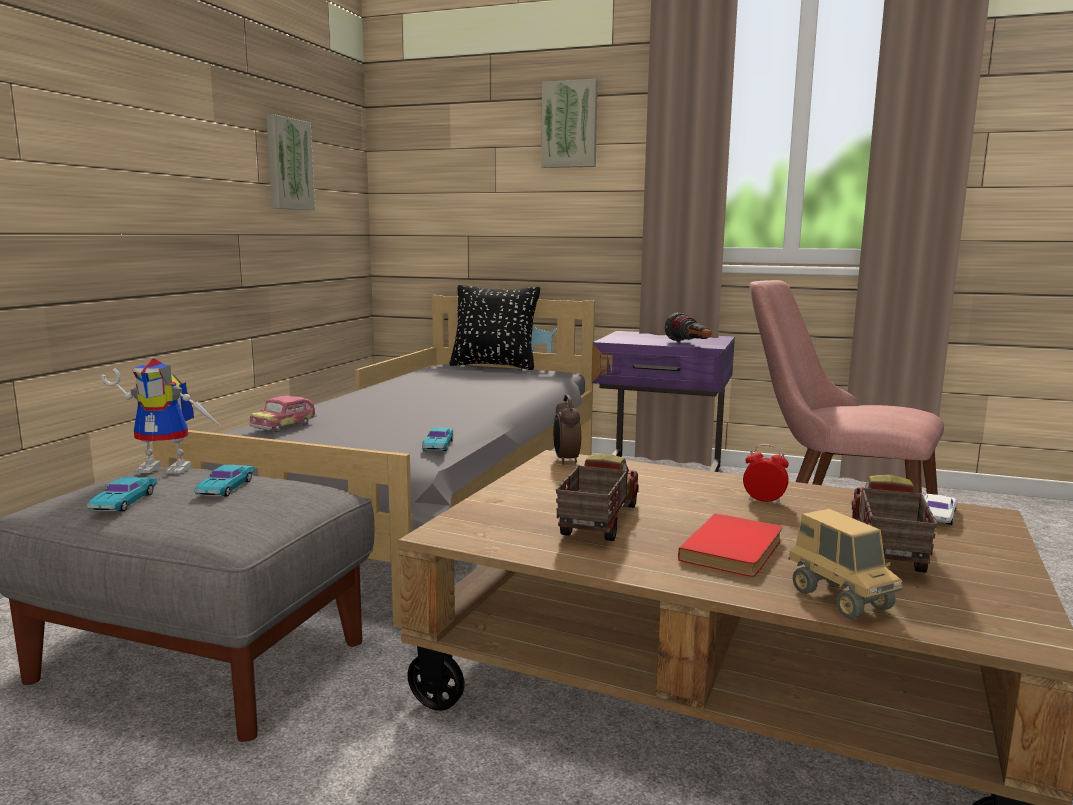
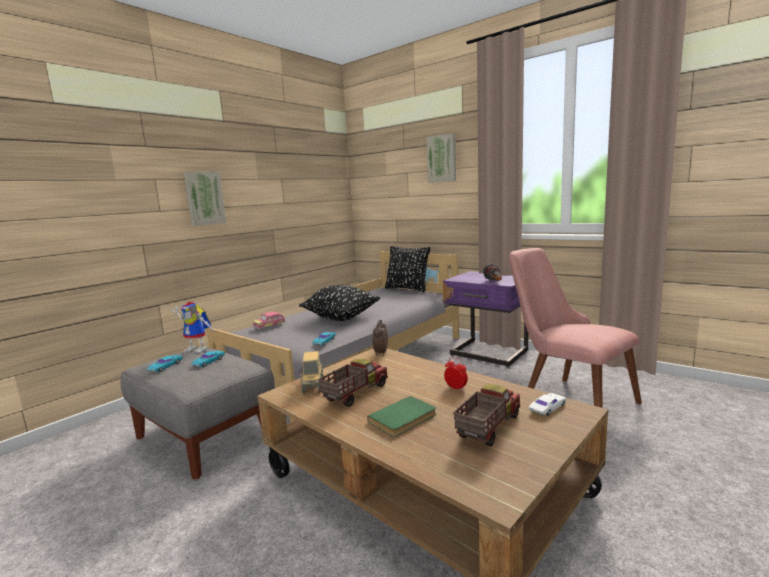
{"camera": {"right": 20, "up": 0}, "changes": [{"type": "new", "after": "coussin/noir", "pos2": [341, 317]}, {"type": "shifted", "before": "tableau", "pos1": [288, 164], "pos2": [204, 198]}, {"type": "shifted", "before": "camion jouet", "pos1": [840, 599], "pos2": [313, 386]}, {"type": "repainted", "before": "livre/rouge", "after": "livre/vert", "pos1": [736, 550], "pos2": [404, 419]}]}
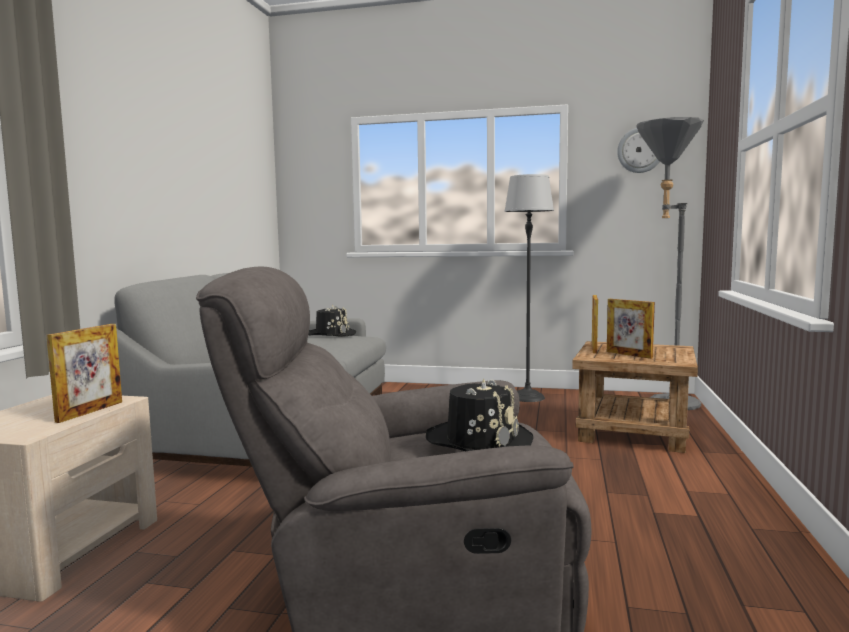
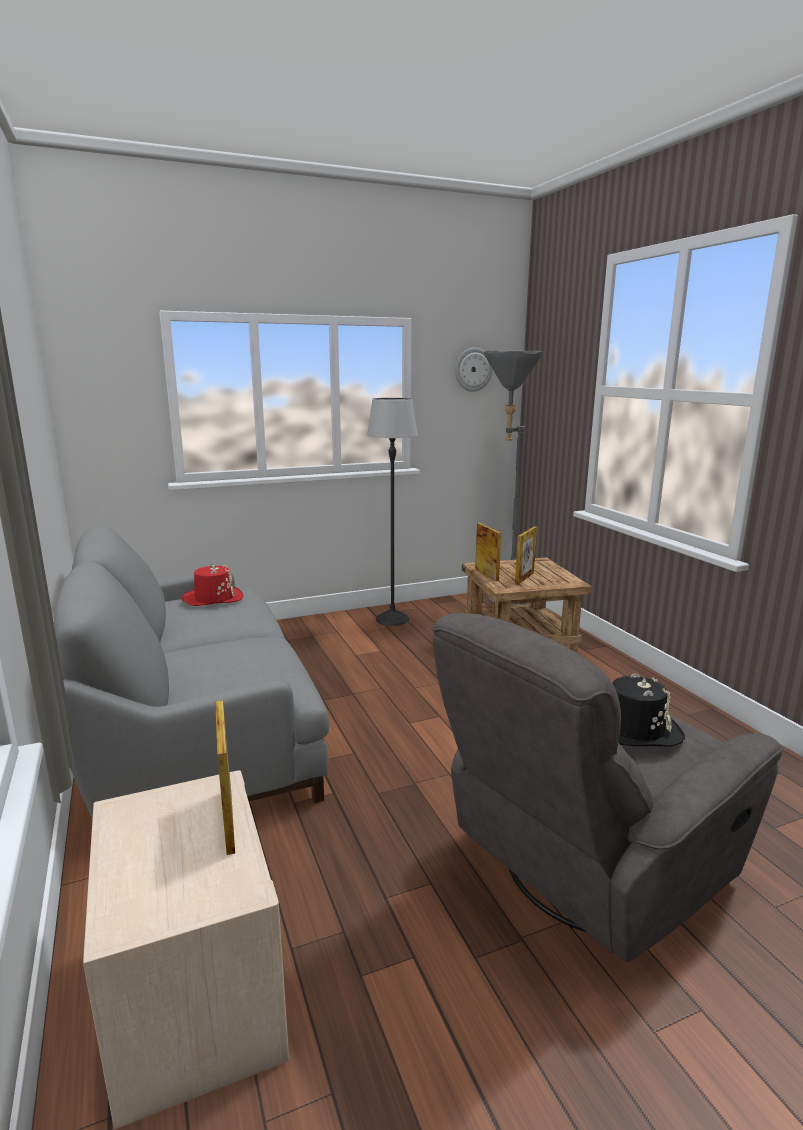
{"camera": {"right": -35, "up": 10}, "changes": [{"type": "repainted", "before": "chapeau/noir", "after": "chapeau/rouge", "pos1": [331, 334], "pos2": [213, 598]}, {"type": "rotated", "before": "cadre photo", "pos1": [629, 354], "pos2": [524, 578], "turn": -75}]}
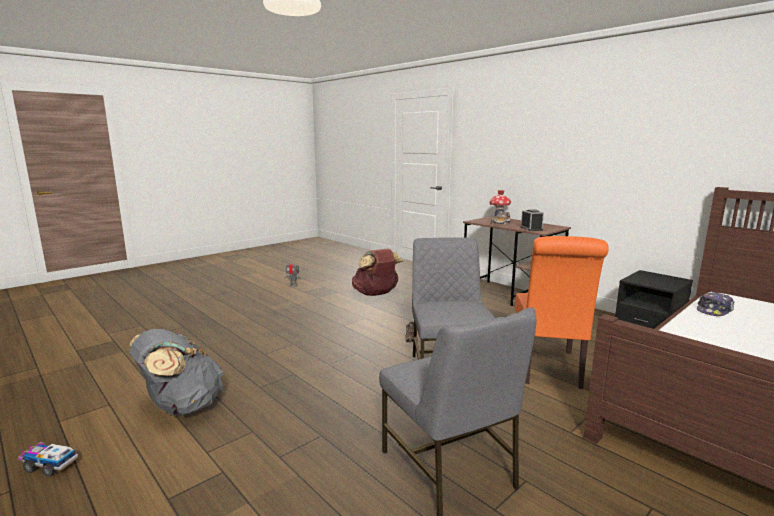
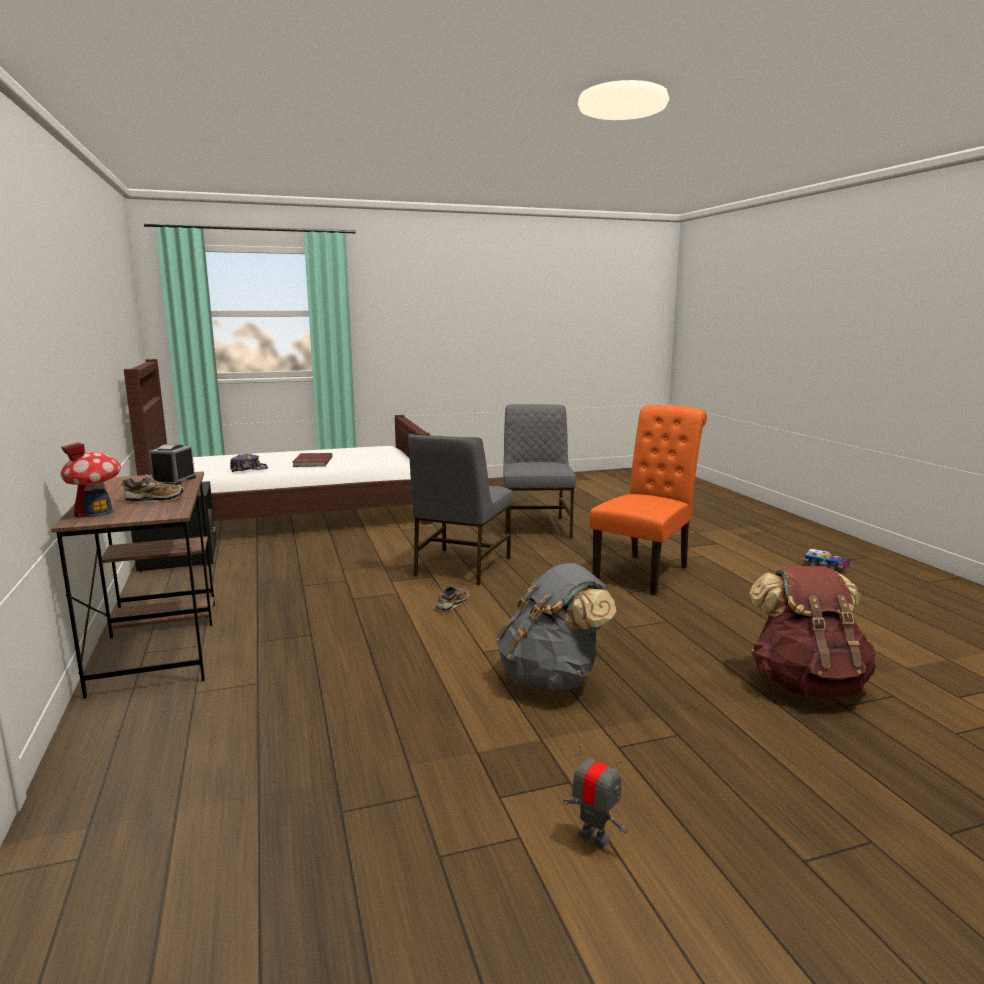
{"camera": {"right": -155, "up": 0}, "changes": [{"type": "new", "after": "livre/rouge", "pos2": [312, 462]}, {"type": "shifted", "before": "sac à dos/gris", "pos1": [182, 407], "pos2": [552, 679]}, {"type": "shifted", "before": "sac à dos/marron", "pos1": [376, 294], "pos2": [806, 684]}, {"type": "shifted", "before": "chaise/orange", "pos1": [548, 369], "pos2": [645, 571]}]}
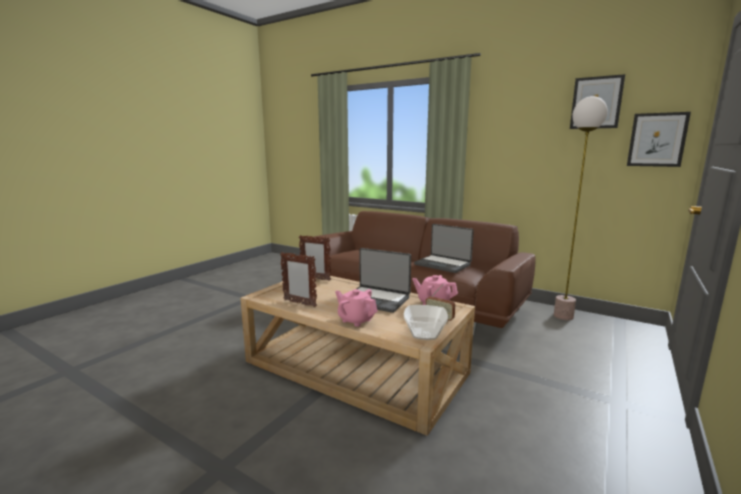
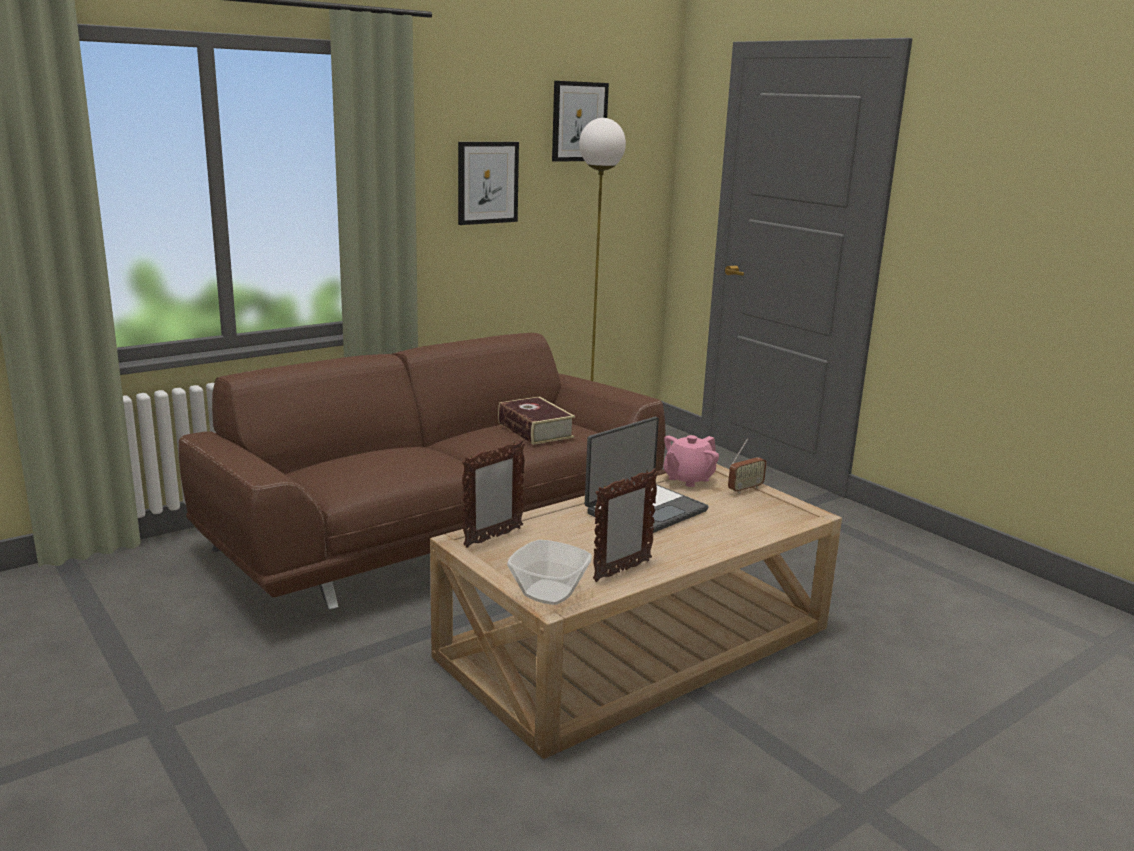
{"camera": {"right": -70, "up": 5}, "changes": [{"type": "gone", "before": "théière/rose", "pos1": [356, 320]}, {"type": "shifted", "before": "bol", "pos1": [424, 334], "pos2": [547, 593]}, {"type": "shifted", "before": "tableau", "pos1": [657, 140], "pos2": [487, 182]}, {"type": "swapped", "before": "ordinateur portable", "after": "livre", "pos1": [443, 264], "pos2": [535, 430]}]}
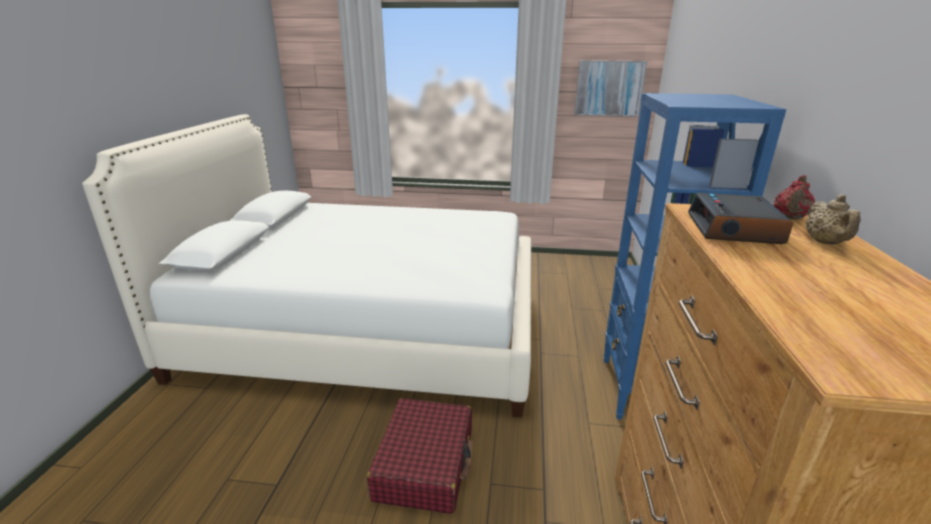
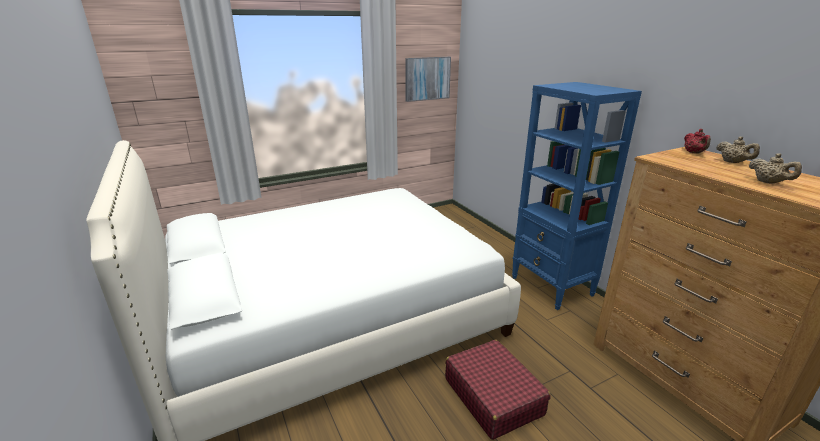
{"camera": {"right": -35, "up": 0}, "changes": [{"type": "gone", "before": "réveil", "pos1": [734, 229]}, {"type": "new", "after": "théière/beige", "pos2": [768, 182]}]}
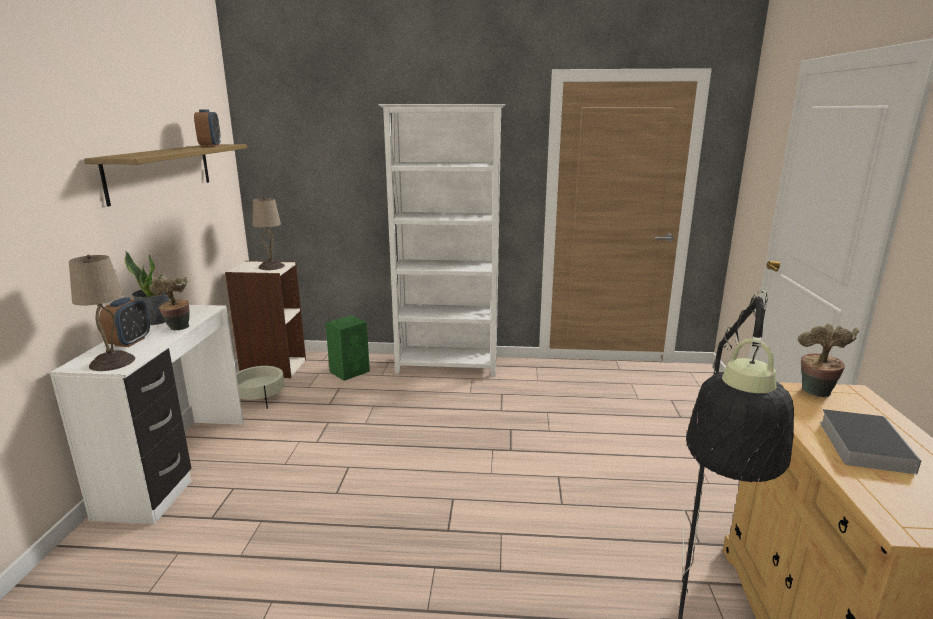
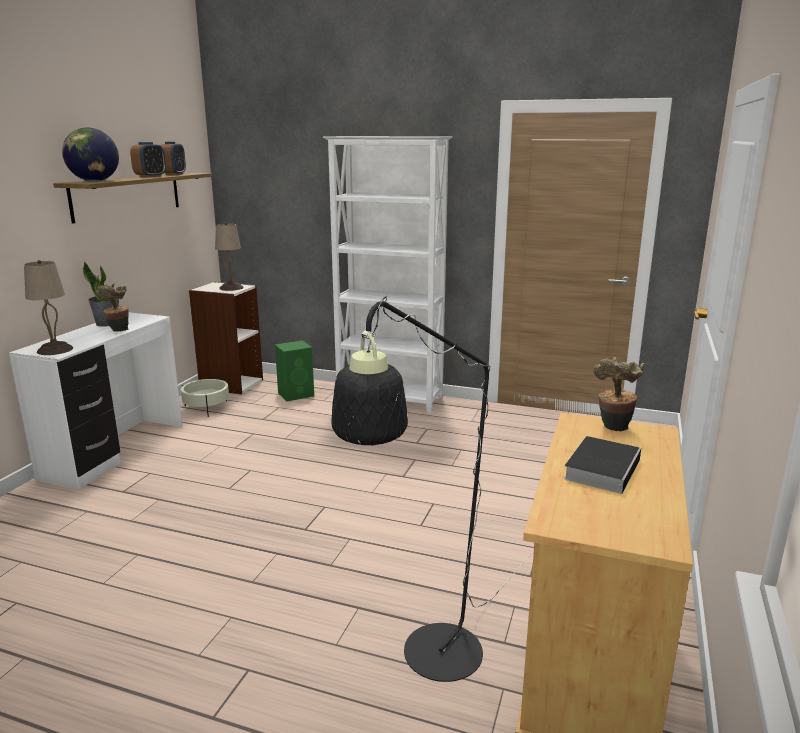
{"camera": {"right": 15, "up": 0}, "changes": [{"type": "new", "after": "globe", "pos2": [95, 181]}, {"type": "shifted", "before": "réveil", "pos1": [130, 342], "pos2": [150, 176]}]}
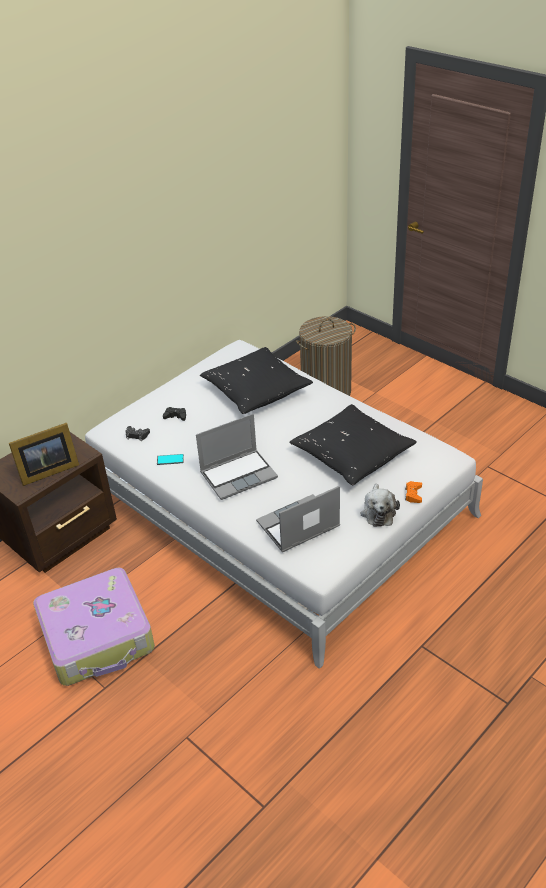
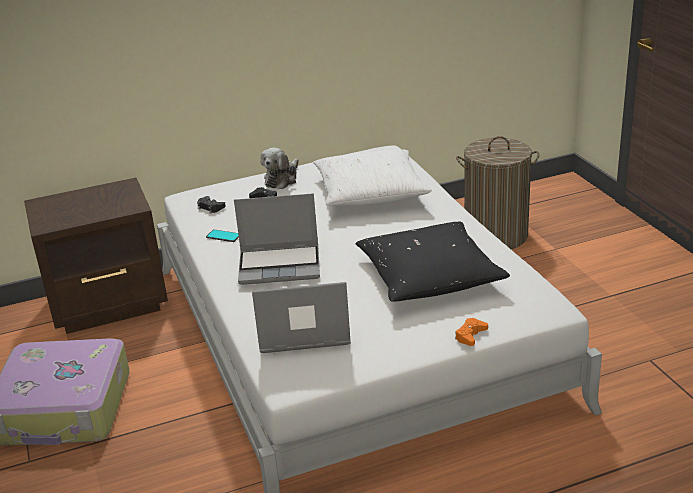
{"camera": {"right": 25, "up": -10}, "changes": [{"type": "gone", "before": "cadre photo", "pos1": [47, 471]}, {"type": "shifted", "before": "peluche", "pos1": [378, 511], "pos2": [282, 179]}, {"type": "repainted", "before": "coussin/noir", "after": "coussin/blanc", "pos1": [256, 390], "pos2": [370, 192]}]}
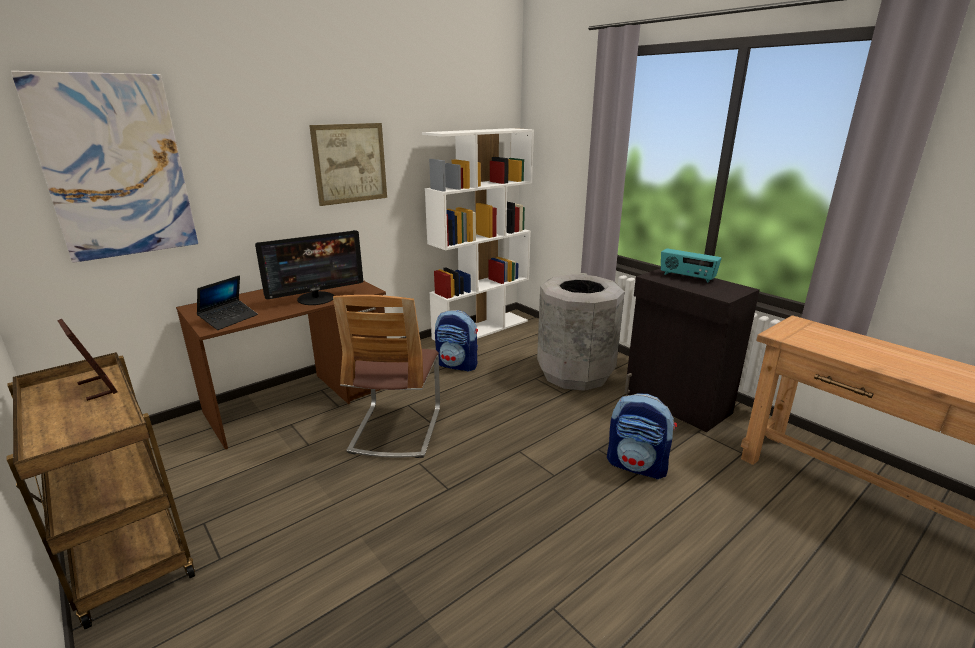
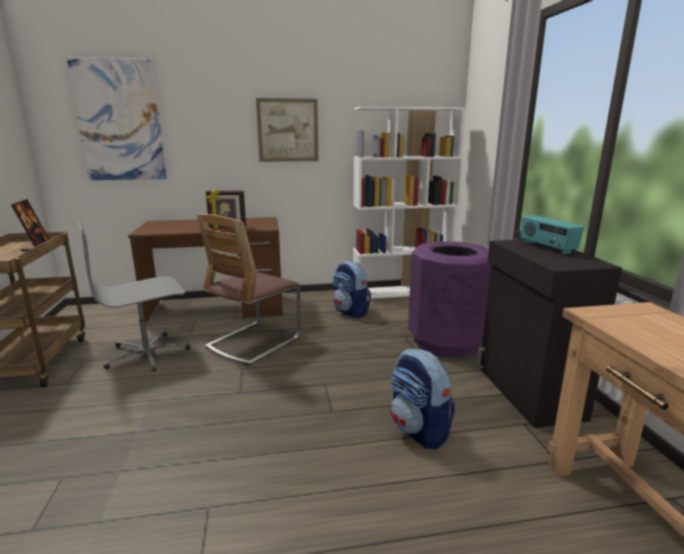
{"camera": {"right": 30, "up": -5}, "changes": [{"type": "gone", "before": "ordinateur portable", "pos1": [229, 319]}, {"type": "new", "after": "chaise de bureau/gris", "pos2": [147, 353]}, {"type": "swapped", "before": "écran d'ordinateur", "after": "cadre photo", "pos1": [316, 298], "pos2": [227, 227]}, {"type": "repainted", "before": "poubelle/gris", "after": "poubelle/violet", "pos1": [575, 374], "pos2": [447, 342]}]}
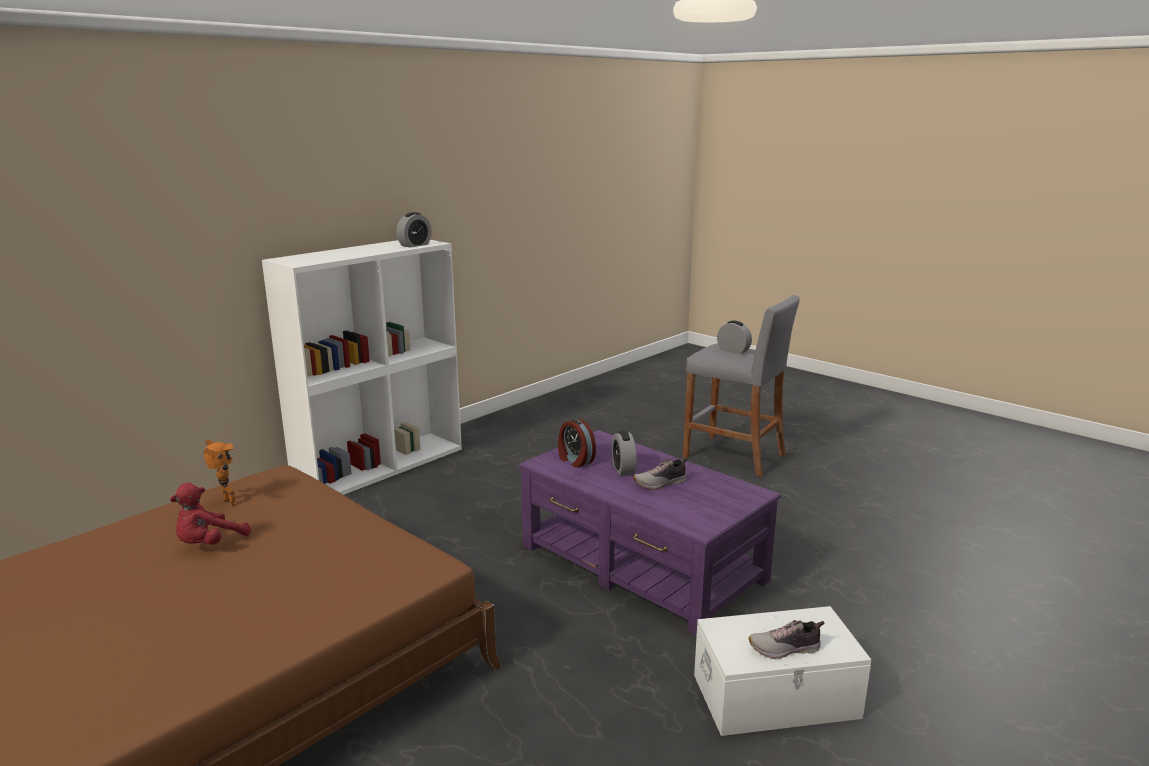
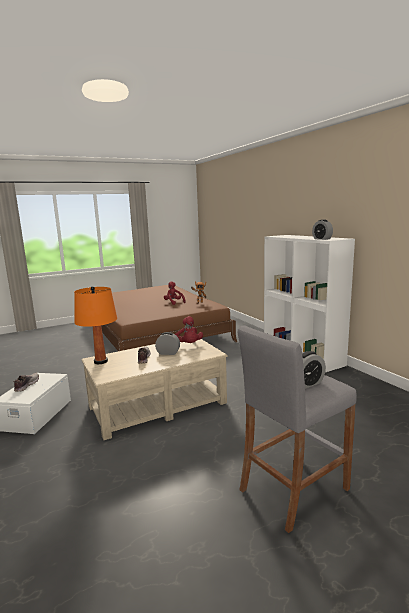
{"camera": {"right": 110, "up": -5}, "changes": [{"type": "new", "after": "lampe de table/orange", "pos2": [101, 361]}, {"type": "swapped", "before": "réveil", "after": "peluche/rouge", "pos1": [575, 460], "pos2": [188, 345]}, {"type": "repainted", "before": "table basse/violet", "after": "table basse/beige", "pos1": [642, 563], "pos2": [156, 405]}]}
